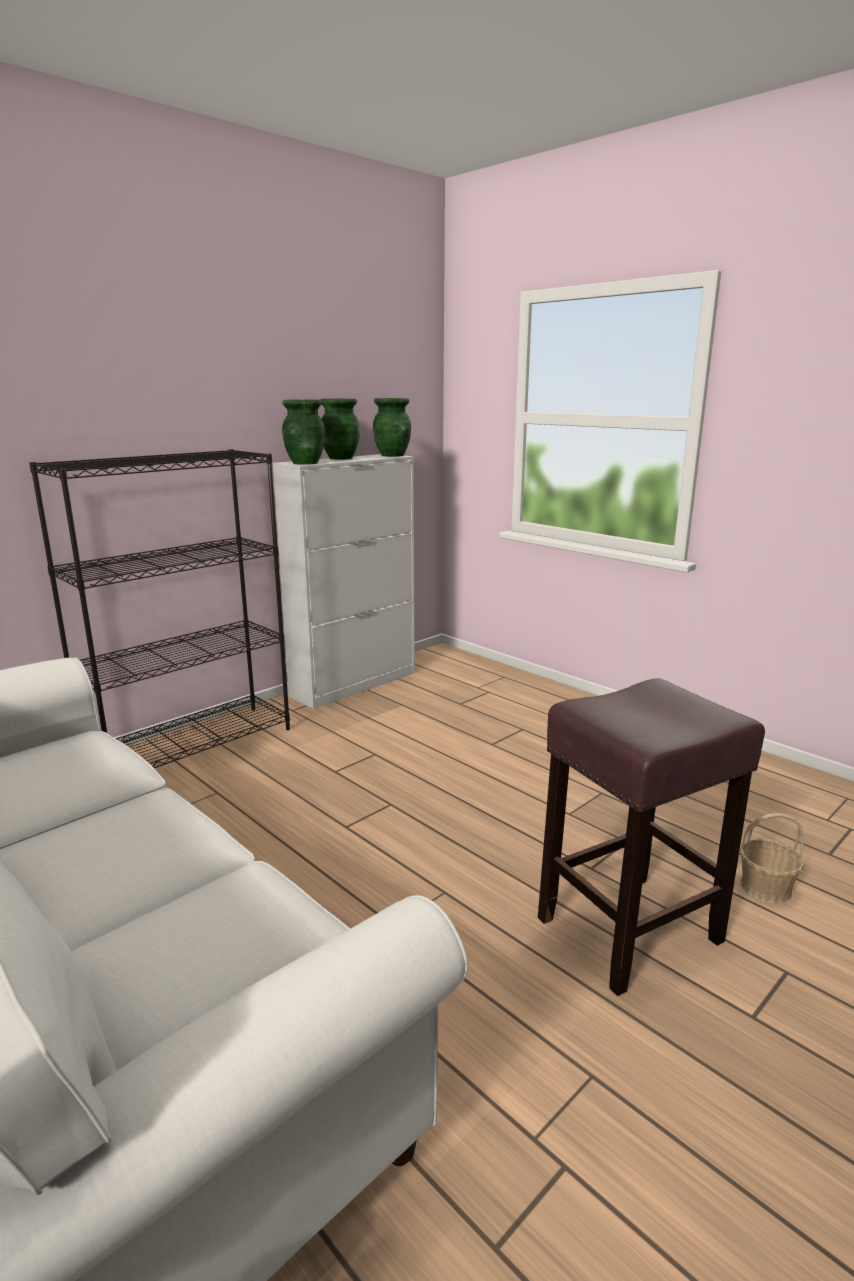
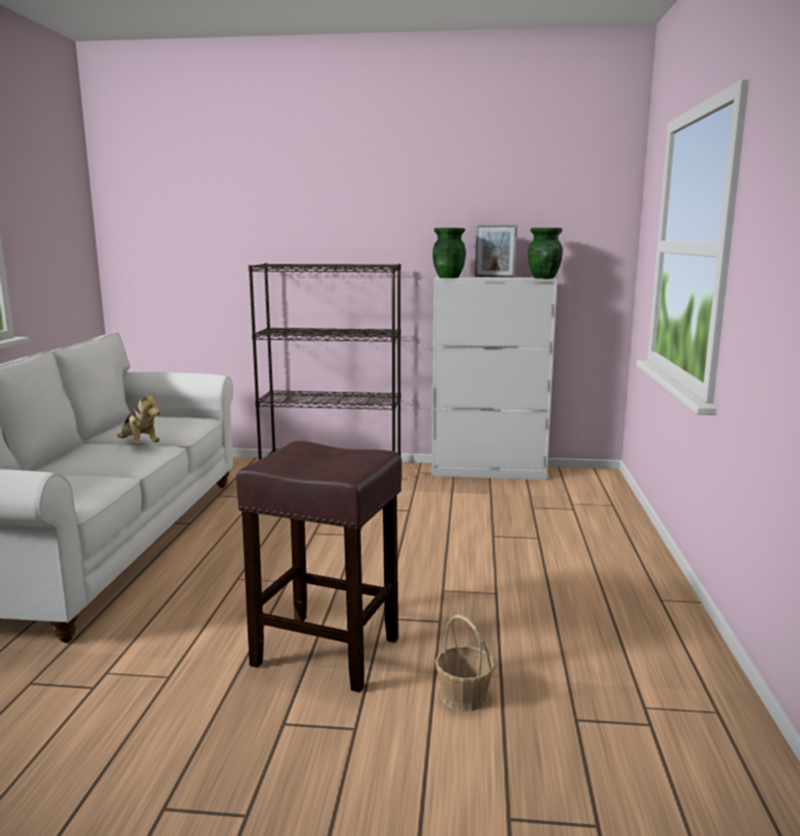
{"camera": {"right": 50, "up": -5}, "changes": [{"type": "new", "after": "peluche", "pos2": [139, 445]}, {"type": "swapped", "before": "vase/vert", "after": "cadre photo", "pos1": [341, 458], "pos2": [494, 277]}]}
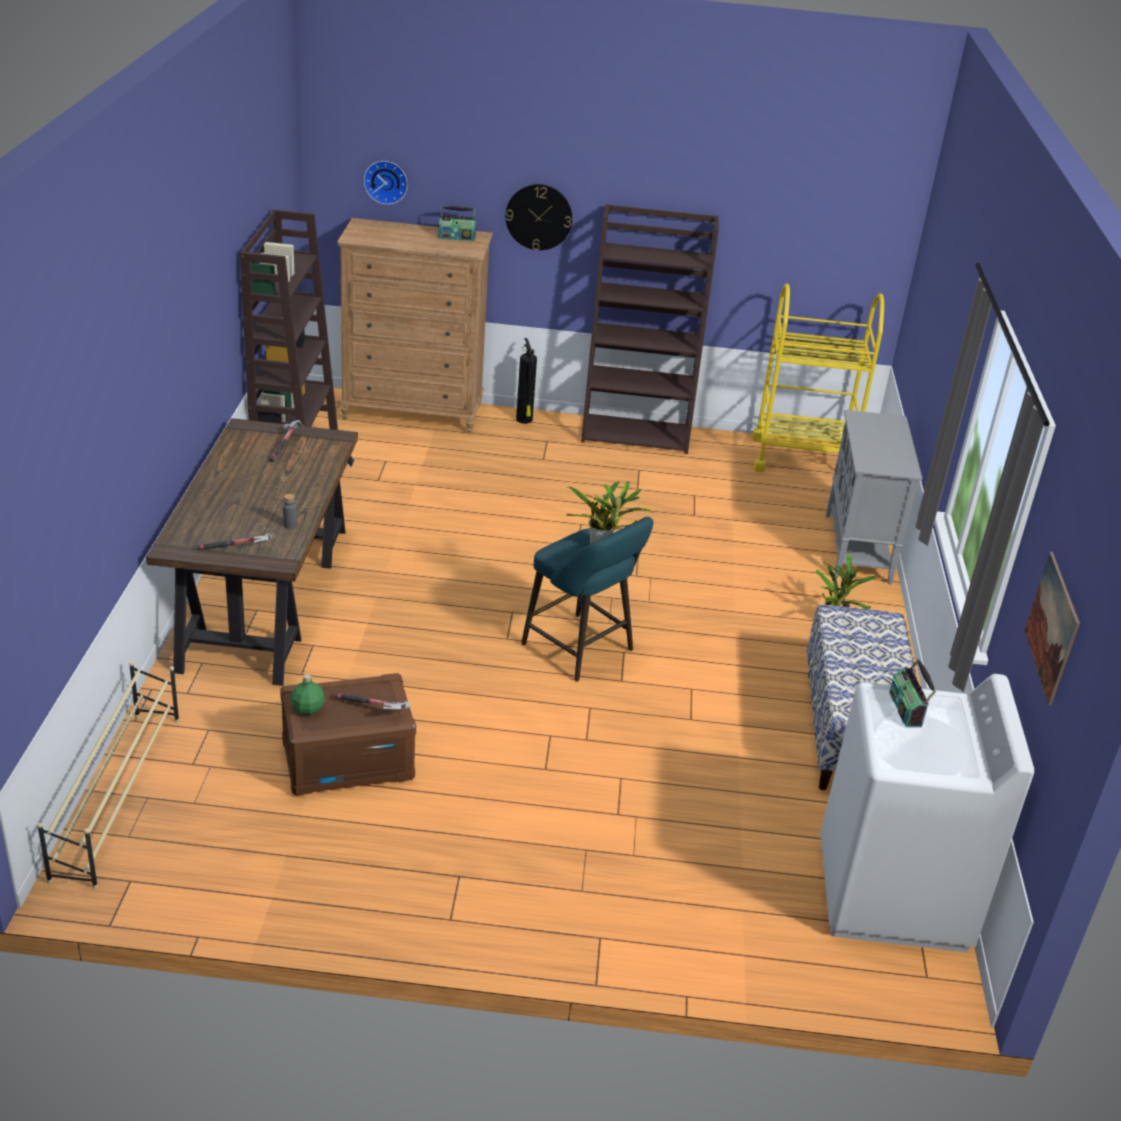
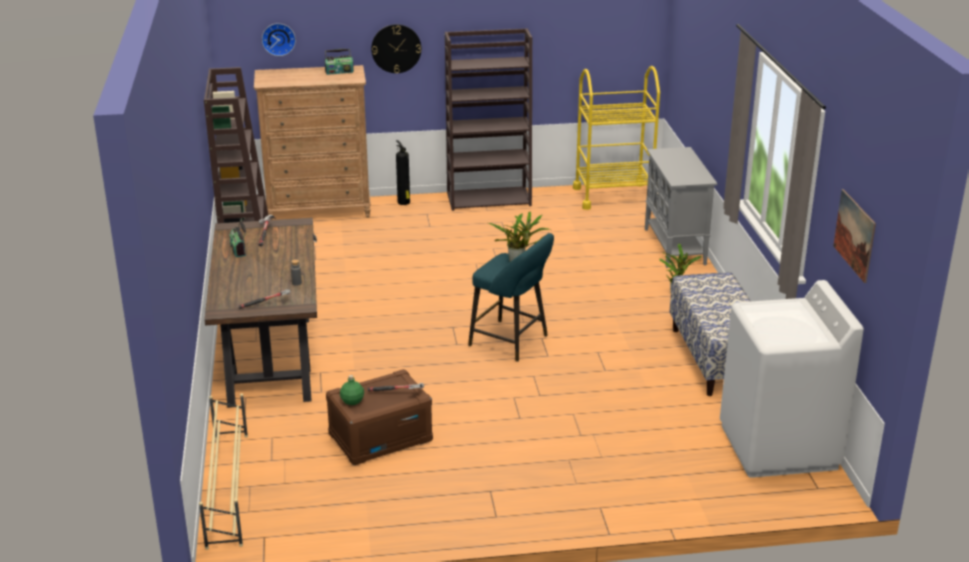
{"camera": {"right": -10, "up": -5}, "changes": [{"type": "shifted", "before": "radio", "pos1": [907, 709], "pos2": [239, 249]}]}
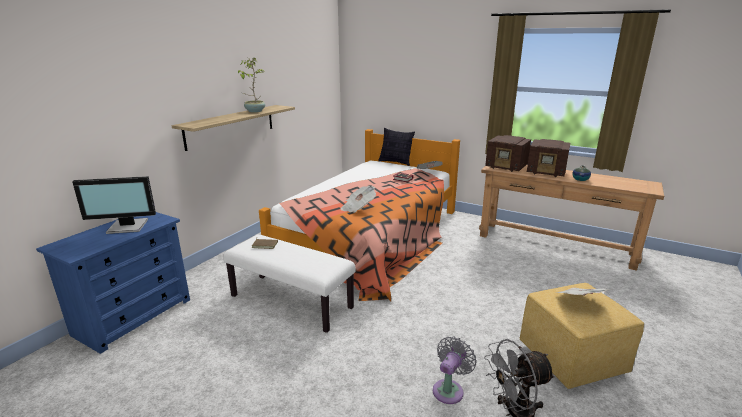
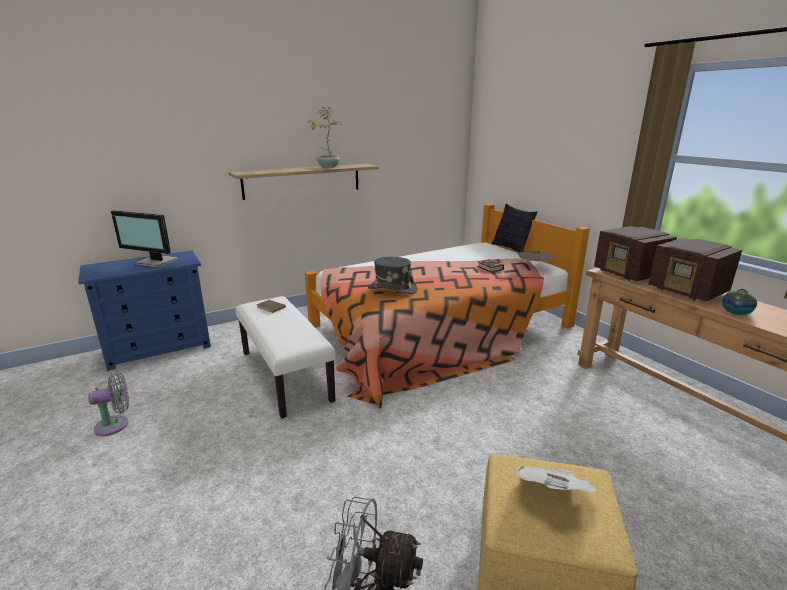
{"camera": {"right": 30, "up": 0}, "changes": [{"type": "shifted", "before": "ventilateur/gris", "pos1": [449, 389], "pos2": [115, 425]}, {"type": "swapped", "before": "journal", "after": "chapeau/gris", "pos1": [358, 208], "pos2": [392, 289]}]}
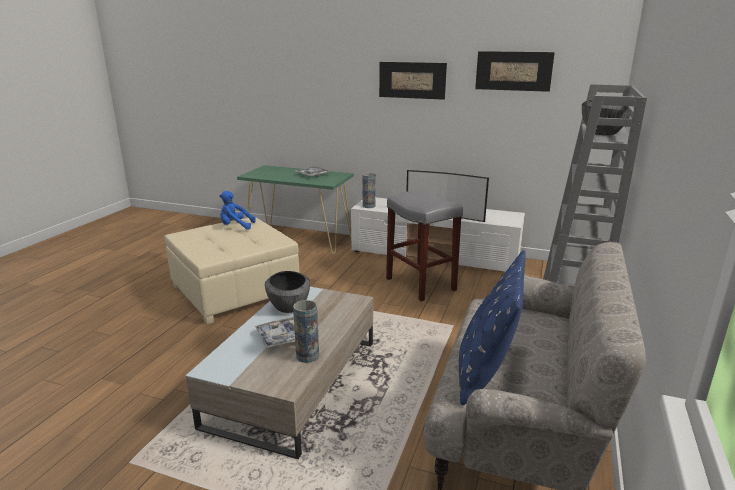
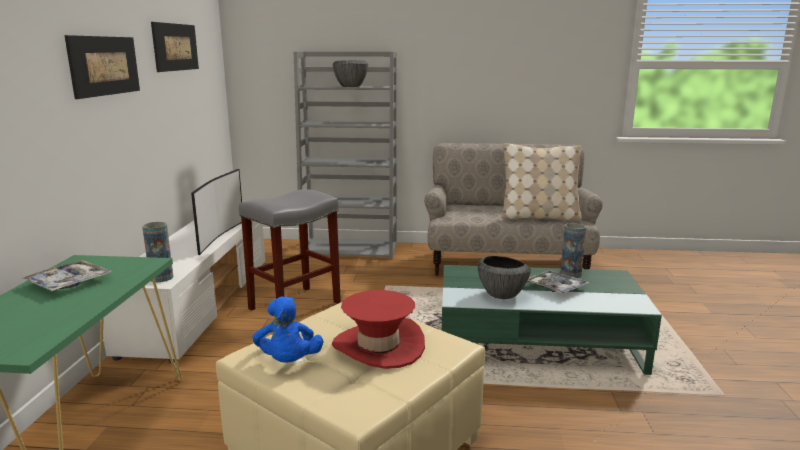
{"camera": {"right": -105, "up": -5}, "changes": [{"type": "new", "after": "chapeau/rouge", "pos2": [378, 346]}, {"type": "repainted", "before": "table basse/beige", "after": "table basse/vert", "pos1": [294, 382], "pos2": [537, 343]}, {"type": "repainted", "before": "coussin/bleu", "after": "coussin/beige", "pos1": [485, 371], "pos2": [539, 217]}]}
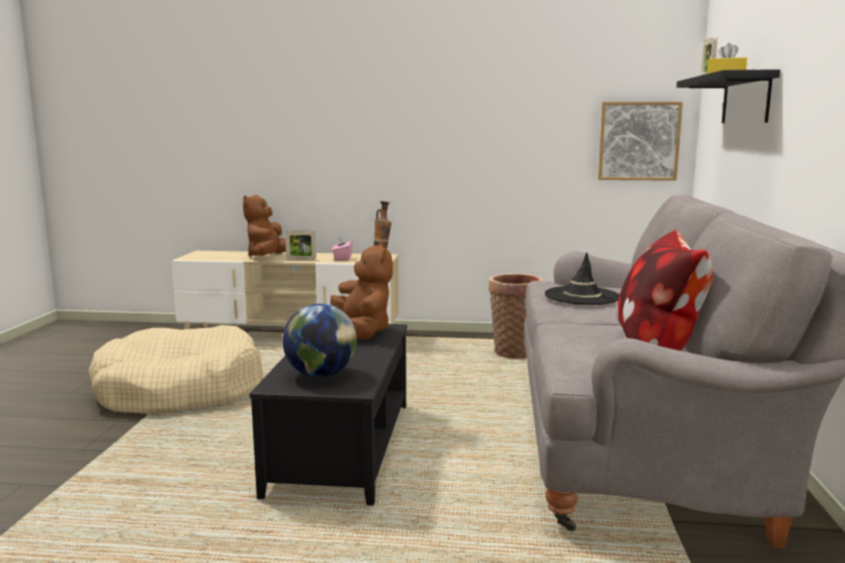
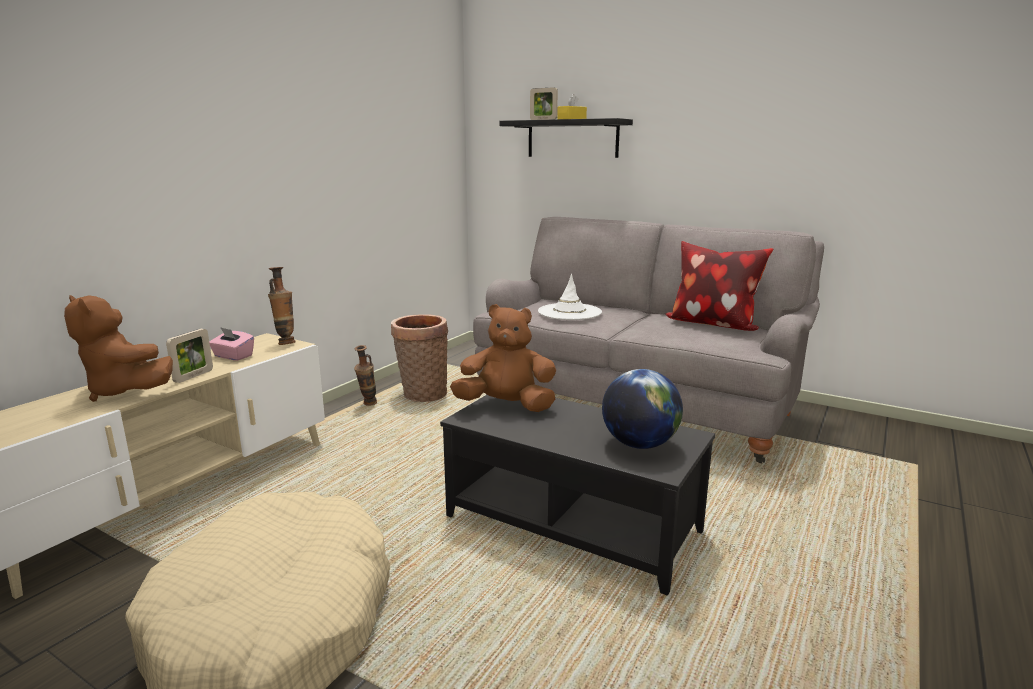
{"camera": {"right": -65, "up": 5}, "changes": [{"type": "gone", "before": "tableau", "pos1": [638, 141]}, {"type": "new", "after": "vase", "pos2": [368, 405]}, {"type": "repainted", "before": "chapeau/noir", "after": "chapeau/blanc", "pos1": [582, 296], "pos2": [569, 312]}]}
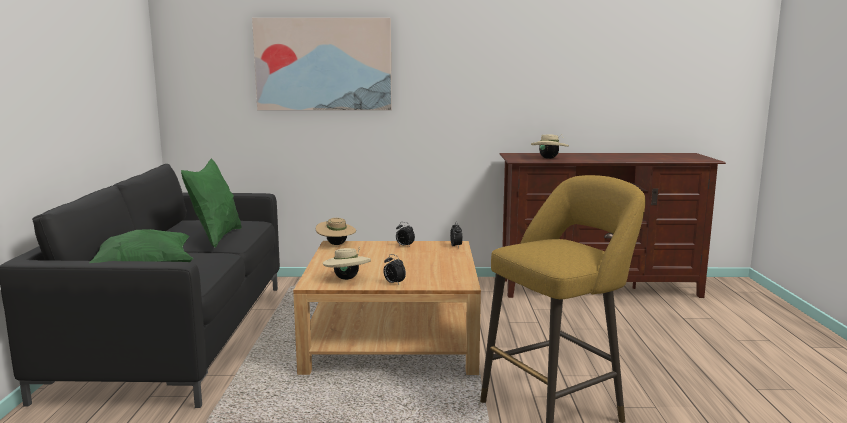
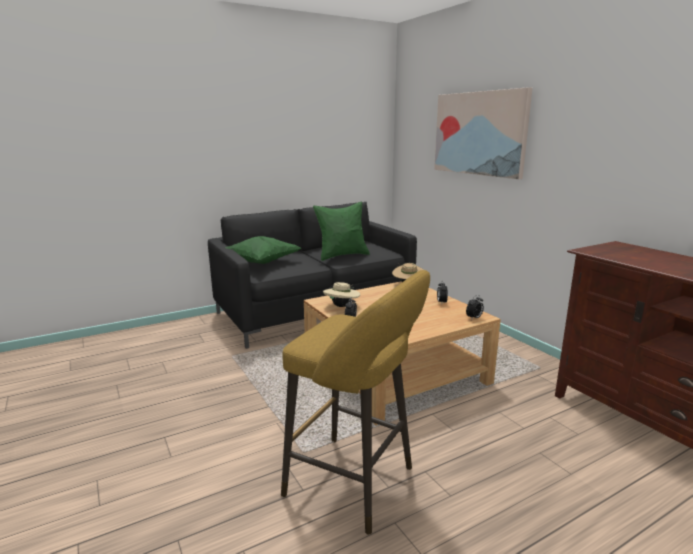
{"camera": {"right": 60, "up": 5}, "changes": [{"type": "gone", "before": "chapeau/beige", "pos1": [549, 158]}]}
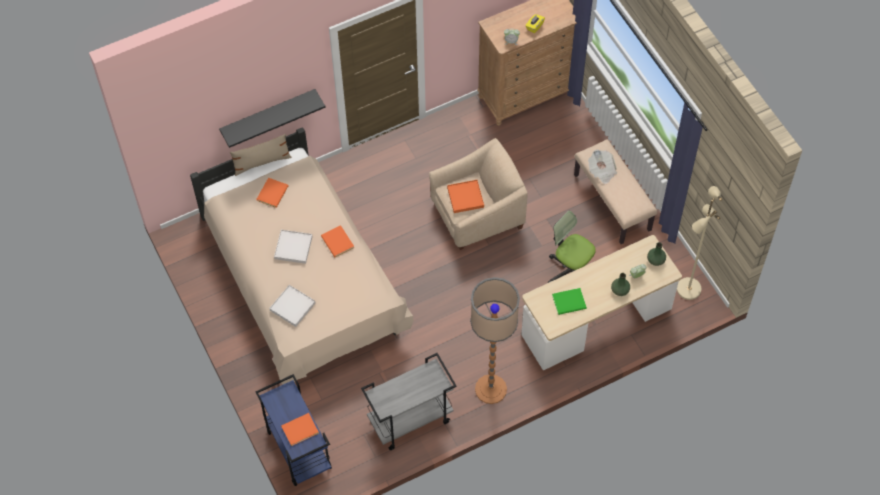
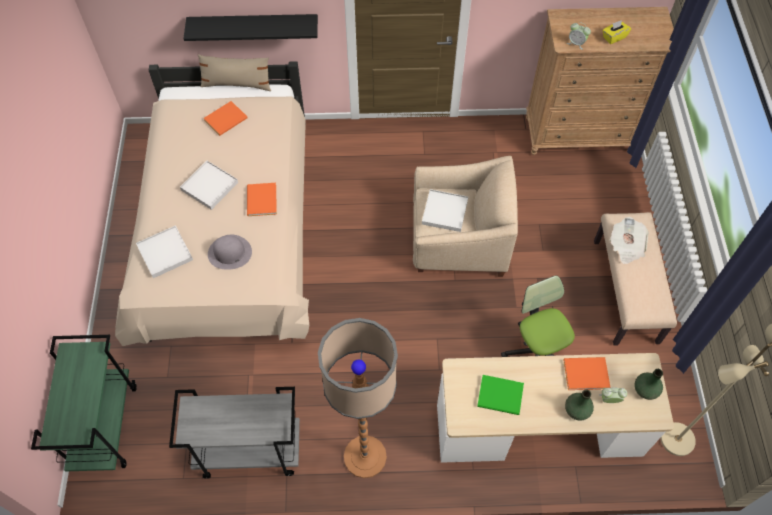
{"camera": {"right": 25, "up": 0}, "changes": [{"type": "new", "after": "chapeau/gris", "pos2": [229, 253]}, {"type": "shifted", "before": "livre/orange", "pos1": [298, 429], "pos2": [584, 373]}, {"type": "repainted", "before": "chariot/bleu", "after": "chariot/vert", "pos1": [298, 449], "pos2": [104, 426]}, {"type": "repainted", "before": "plateau/orange", "after": "plateau/blanc", "pos1": [465, 197], "pos2": [445, 212]}]}
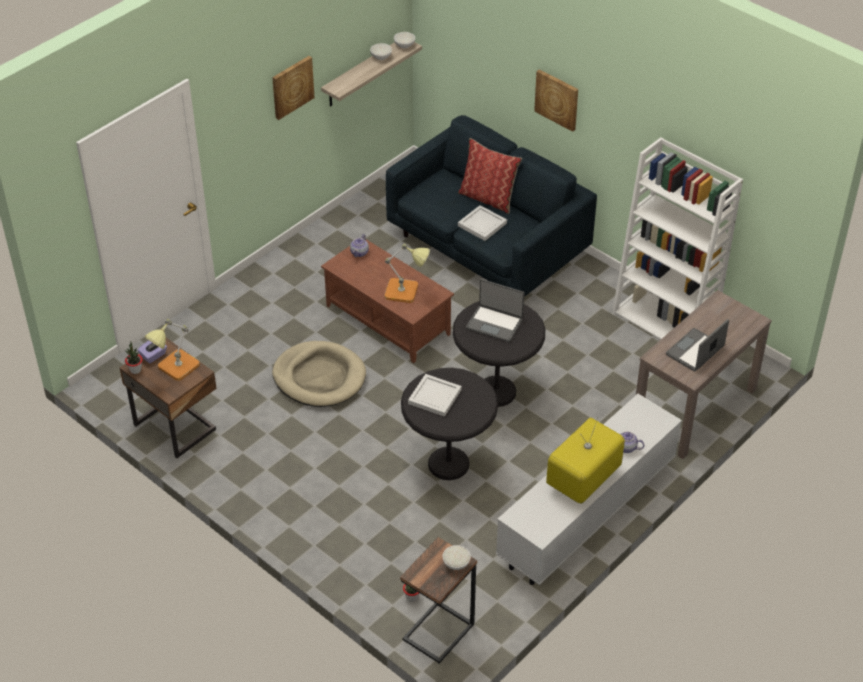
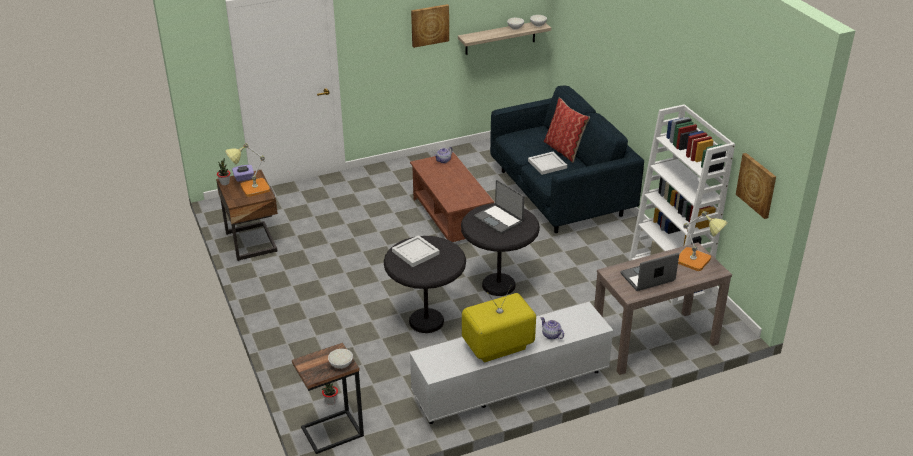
{"camera": {"right": 25, "up": -10}, "changes": [{"type": "gone", "before": "panier pour chien/beige", "pos1": [319, 377]}, {"type": "shifted", "before": "lampe de table", "pos1": [406, 292], "pos2": [697, 261]}, {"type": "shifted", "before": "tableau", "pos1": [557, 99], "pos2": [757, 185]}]}
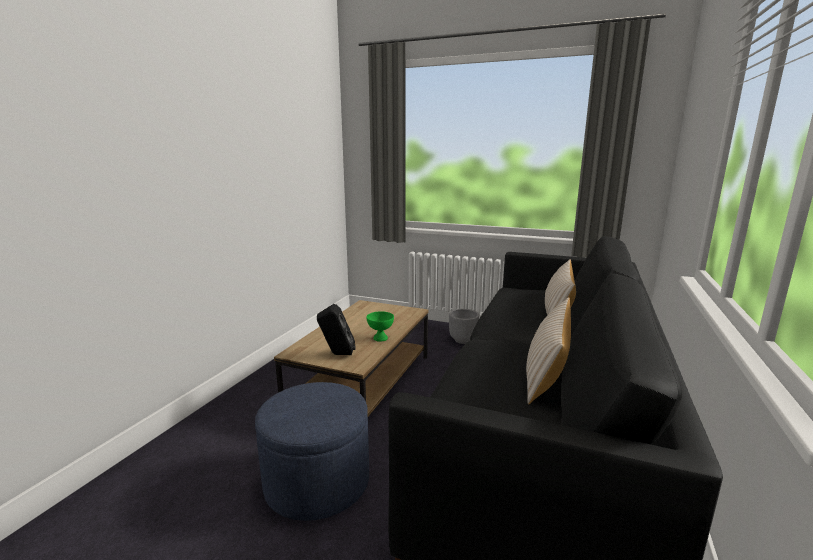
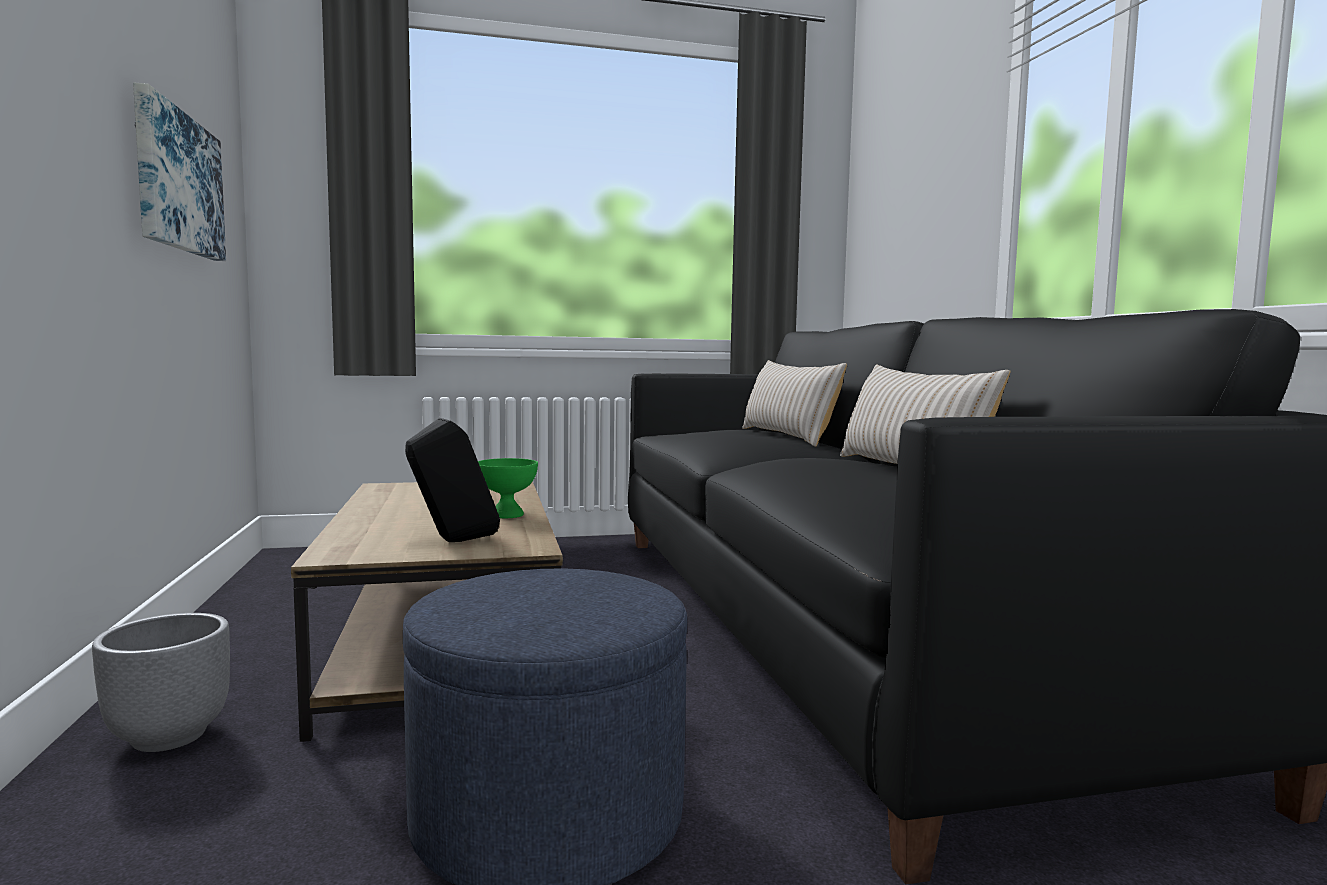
{"camera": {"right": -35, "up": -10}, "changes": [{"type": "new", "after": "tableau", "pos2": [177, 183]}, {"type": "shifted", "before": "cache-pot/gris", "pos1": [463, 340], "pos2": [171, 736]}]}
